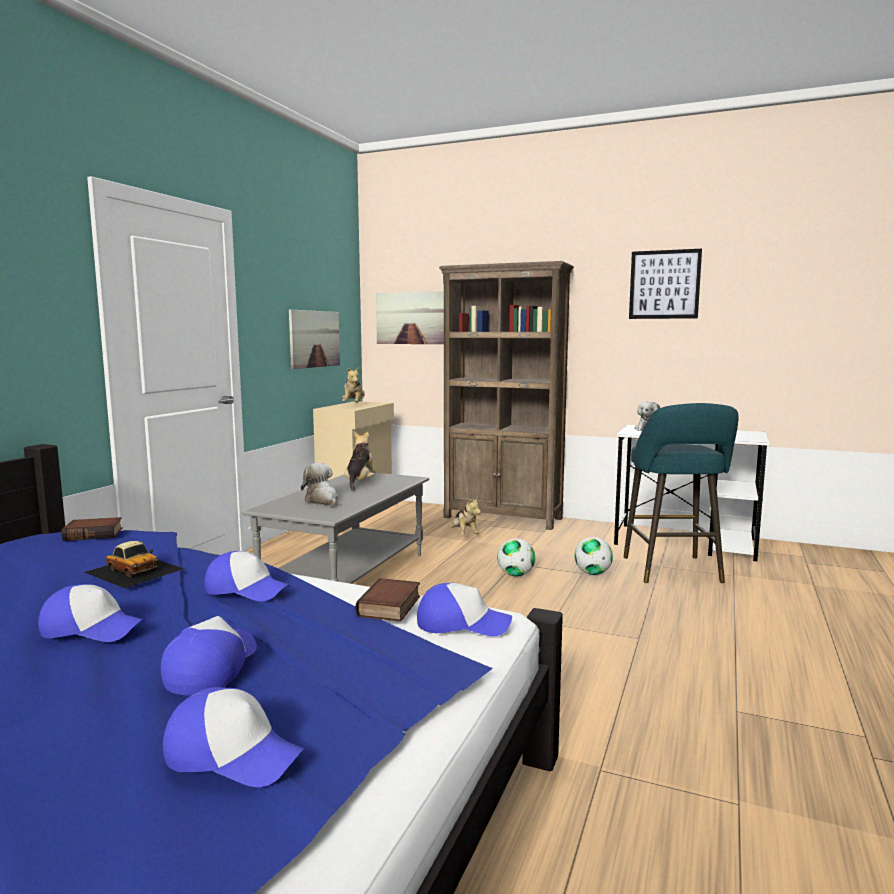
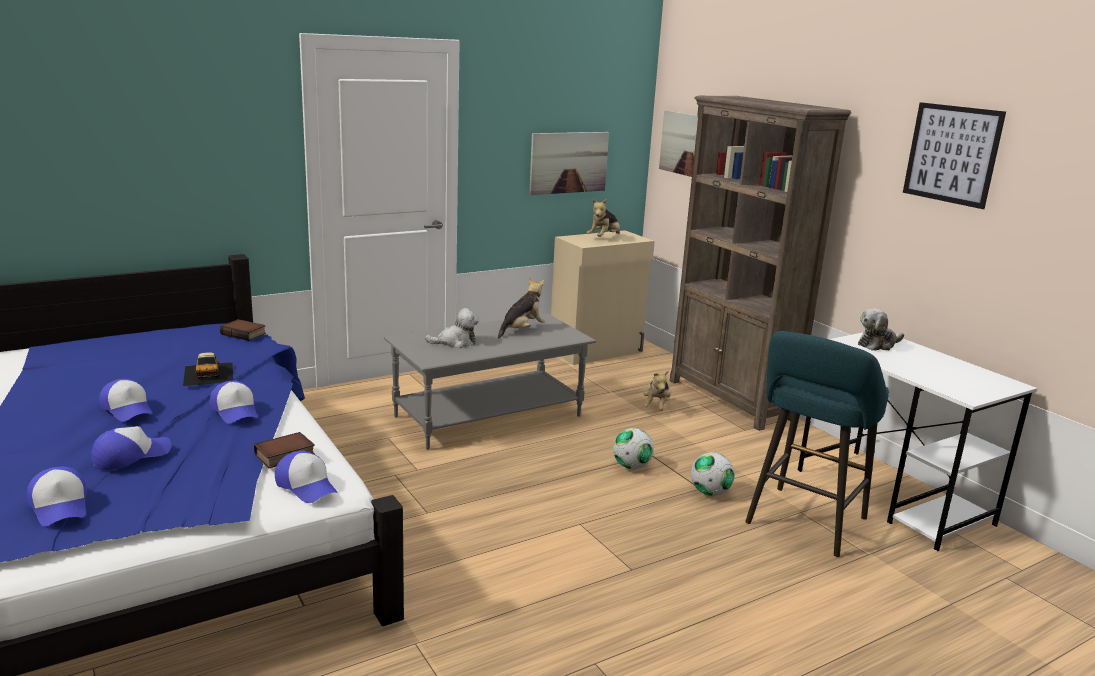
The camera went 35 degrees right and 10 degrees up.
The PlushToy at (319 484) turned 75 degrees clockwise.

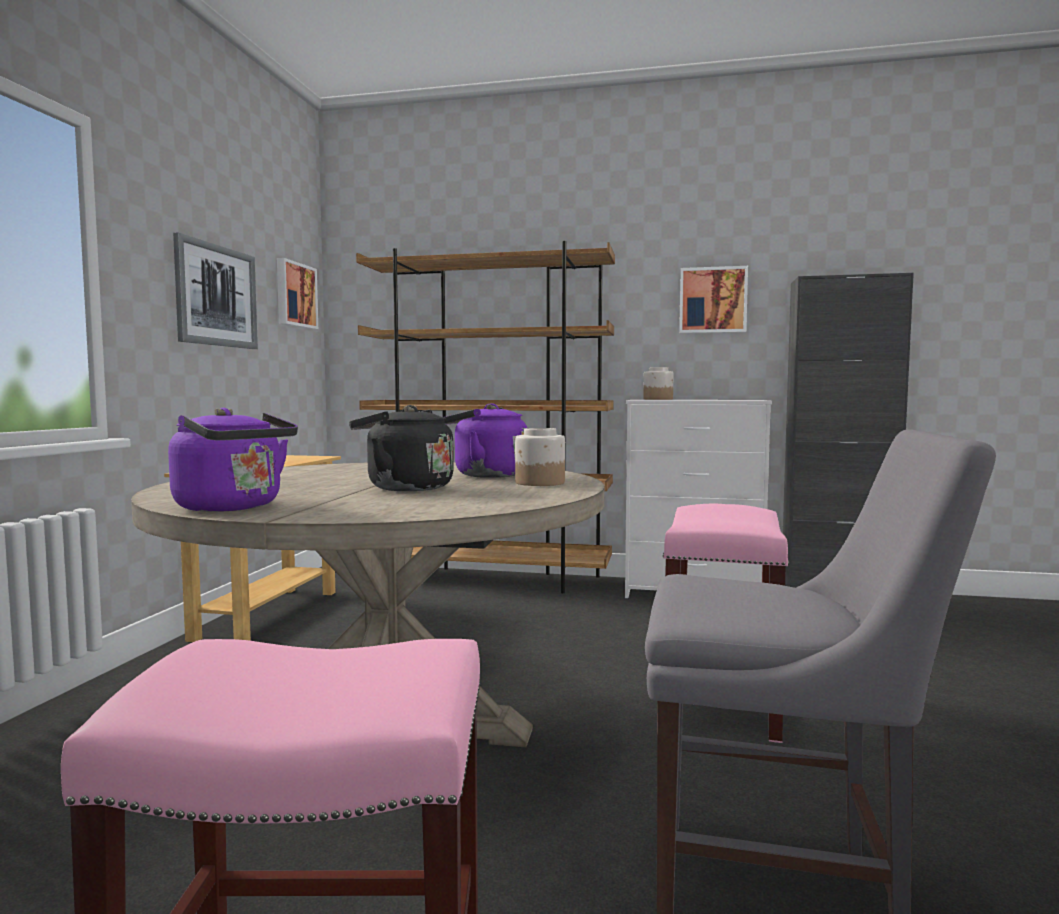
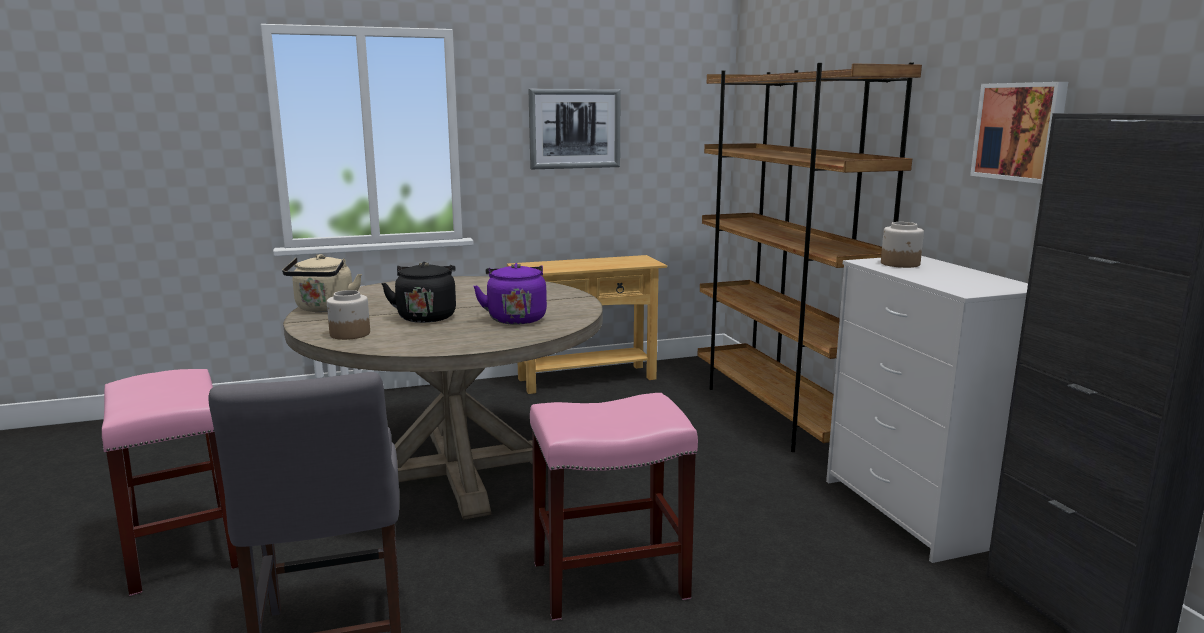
The camera went 60 degrees right and 10 degrees up.
The PurpleKettle at (233 460) became the BeigeKettle at (322 283).
The Jar moved from (540 457) to (348 315).
The Picture at (297 293) disappeared.

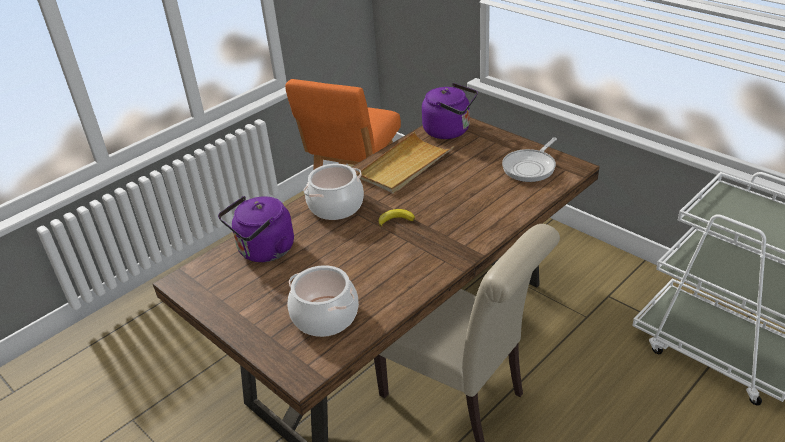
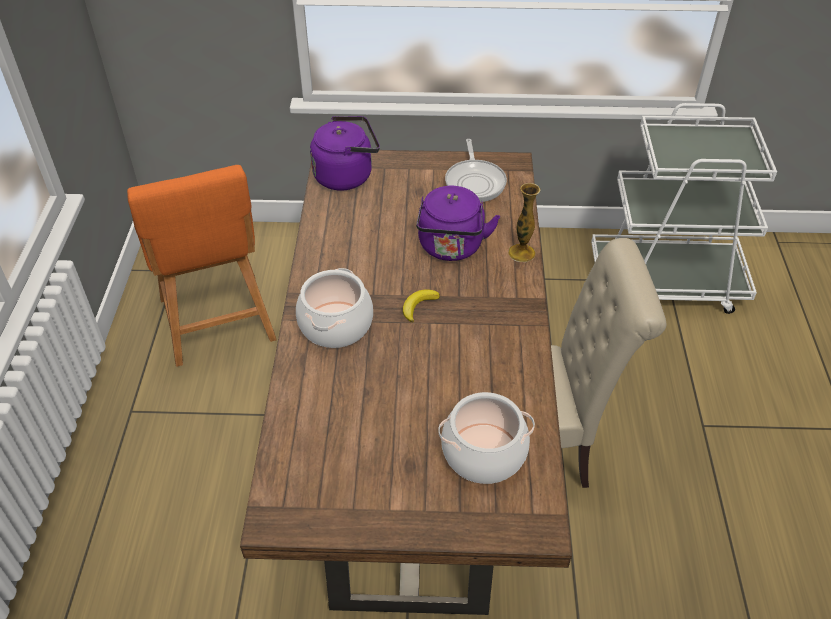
The camera went 45 degrees left and 10 degrees up.
The PurpleKettle moved from (256 229) to (458 223).
The Vase at (524 222) appeared.
The BeigeTray at (405 163) disappeared.

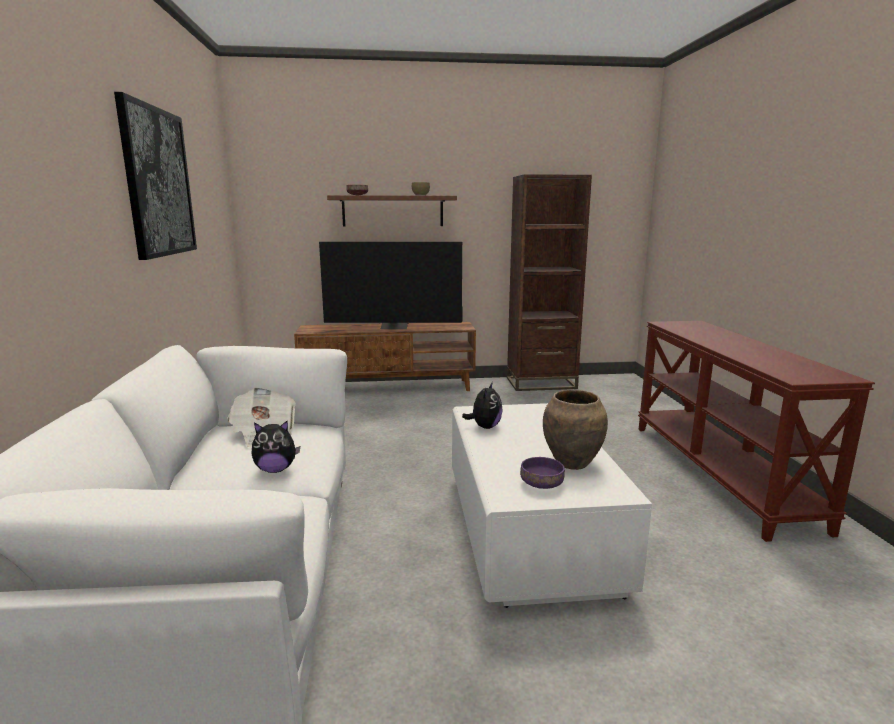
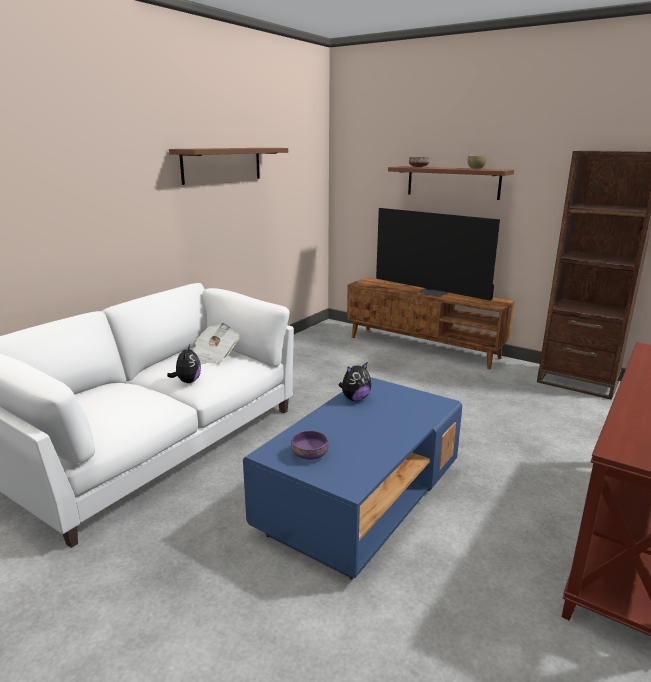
The camera went 40 degrees right and 5 degrees up.
The PlushToy at (275 447) turned 120 degrees counterclockwise.
The Picture at (155 176) was replaced by the BrownShelf at (228 166).
The WhiteCoffeeTable at (552 505) became the BlueCoffeeTable at (352 478).
The BrownVase at (575 430) disappeared.

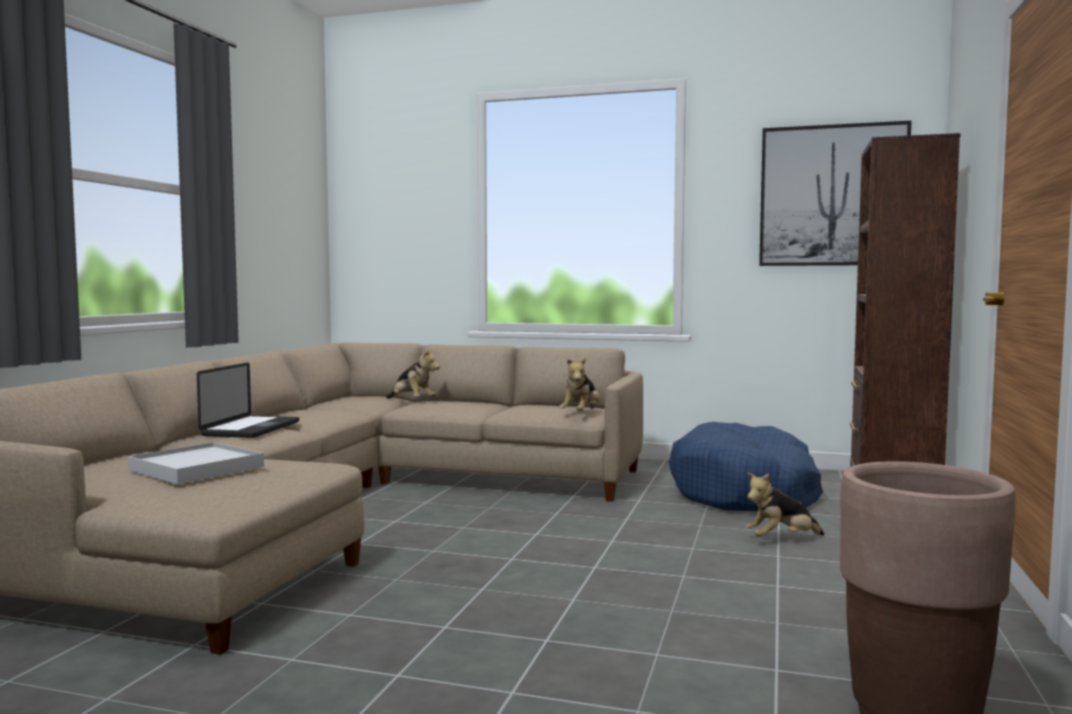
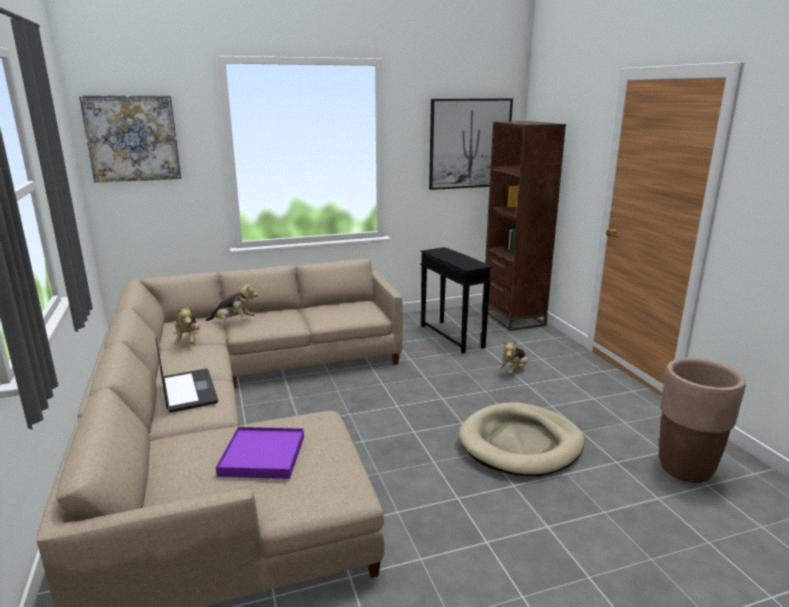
The camera went 35 degrees left and 15 degrees up.
The Picture at (130 139) appeared.
The PlushToy moved from (579 384) to (186 324).
The WhiteTray at (196 463) became the PurpleTray at (260 453).
The BlueDogBed at (746 466) was replaced by the BlackSideTable at (456 300).
The BeigeDogBed at (521 439) appeared.

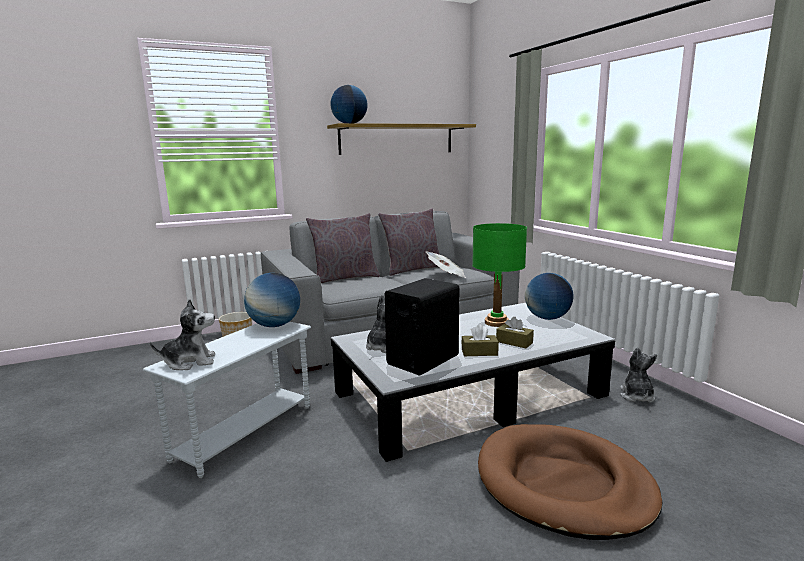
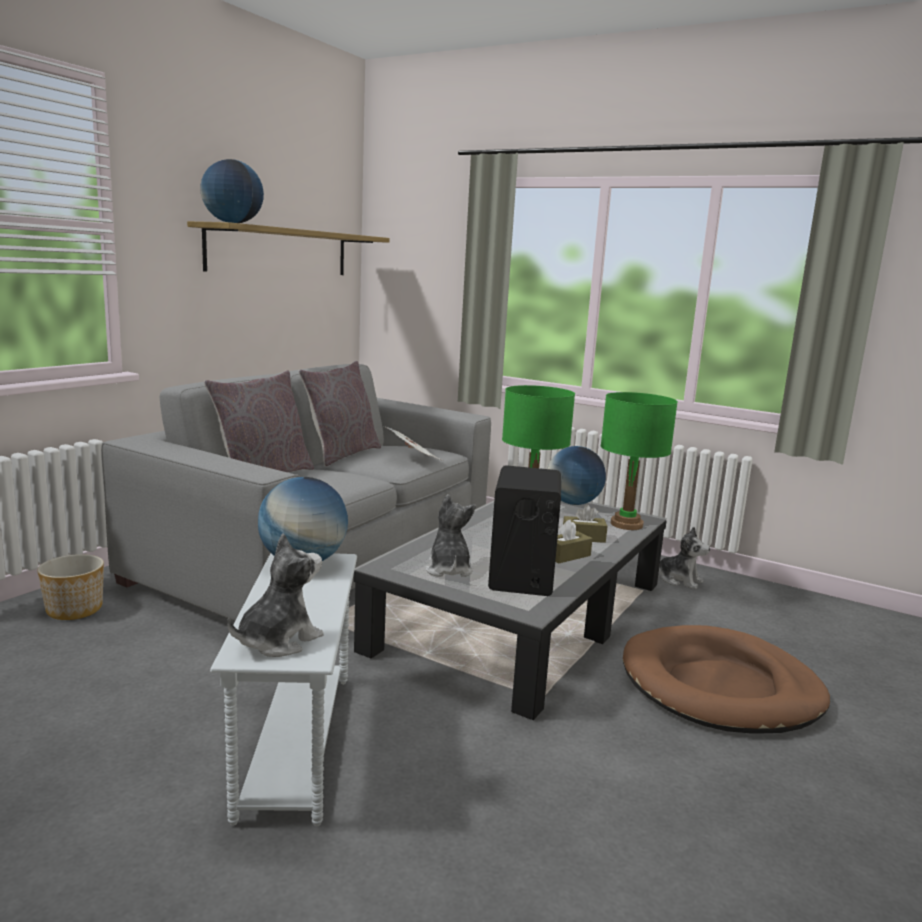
The camera went 35 degrees left and 0 degrees up.
The GreenTableLamp at (639 461) appeared.
The PlushToy at (638 375) turned 150 degrees clockwise.

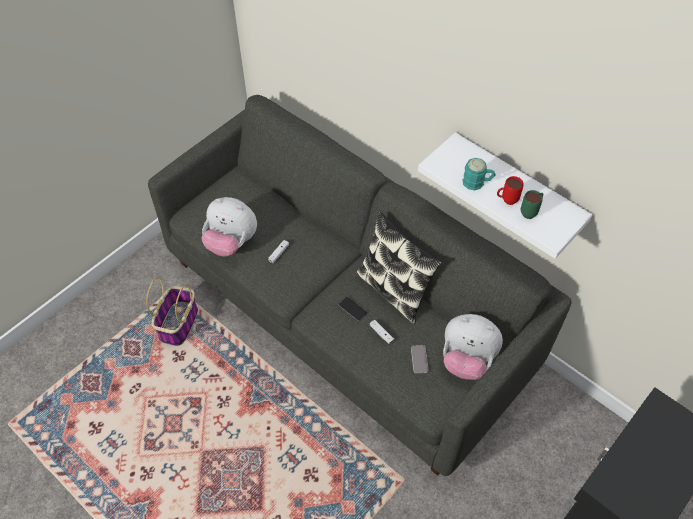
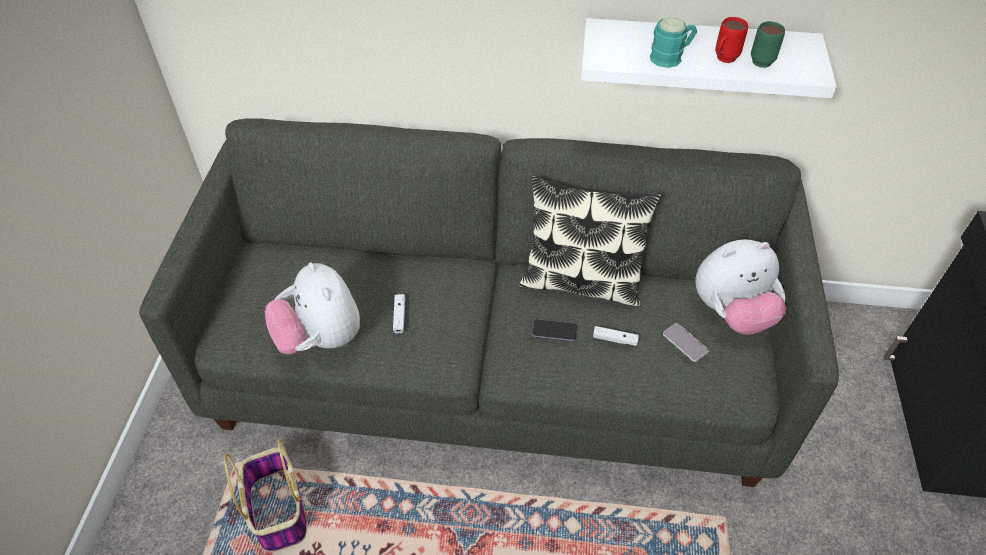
The camera went 35 degrees left and 5 degrees down.
The PlushToy at (229 226) turned 75 degrees clockwise.

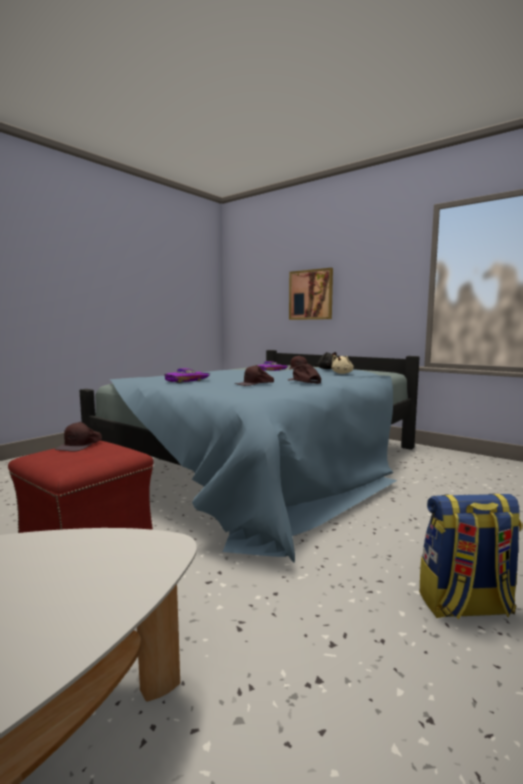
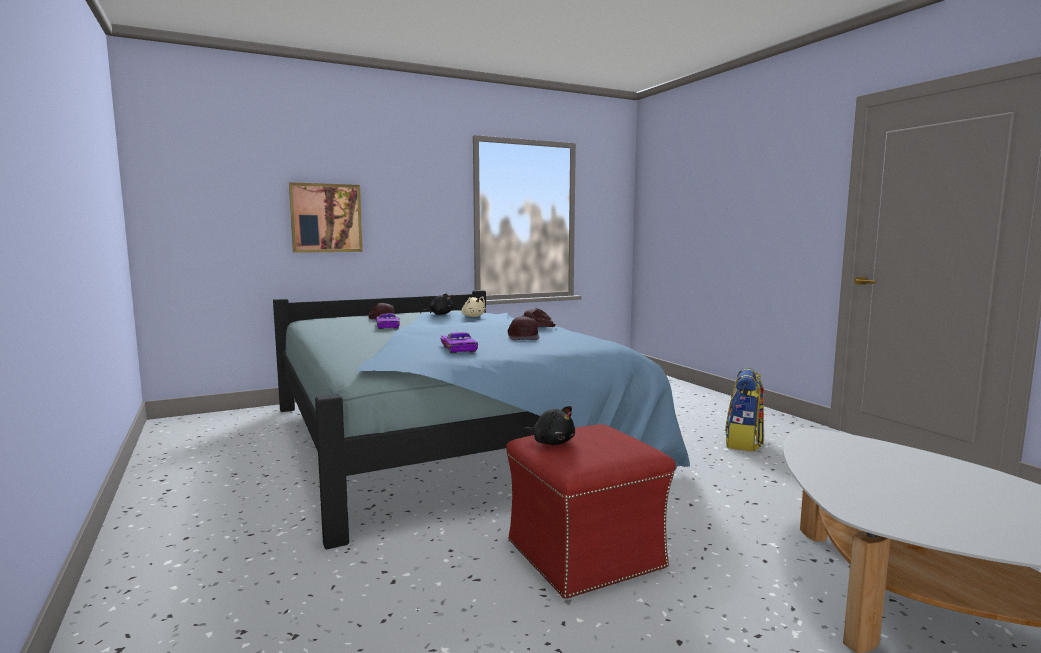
The camera went 65 degrees left and 0 degrees up.
The BrownCap at (78 436) was replaced by the BlackPlushToy at (548 425).

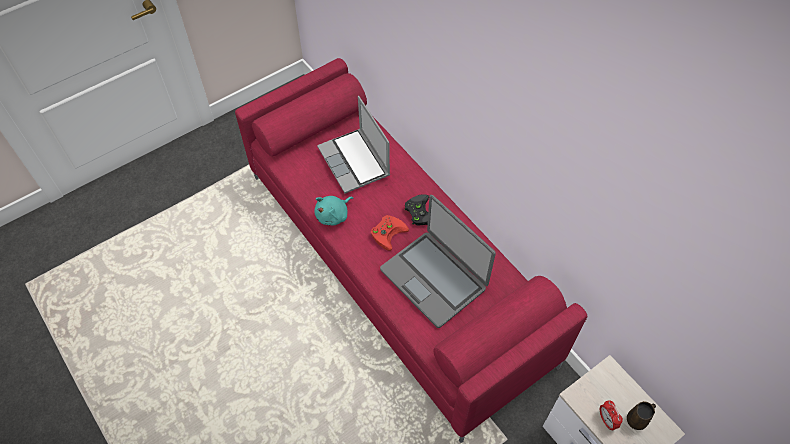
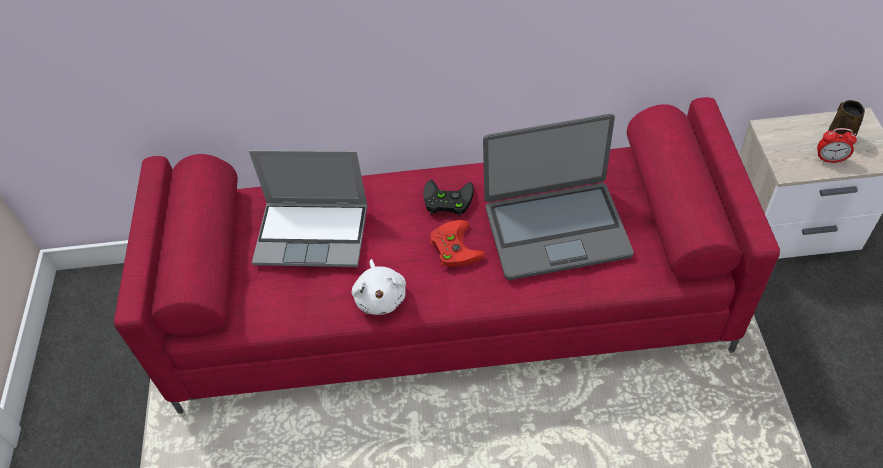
The camera went 55 degrees left and 5 degrees down.
The TurquoisePlushToy at (333 211) became the WhitePlushToy at (379 287).

